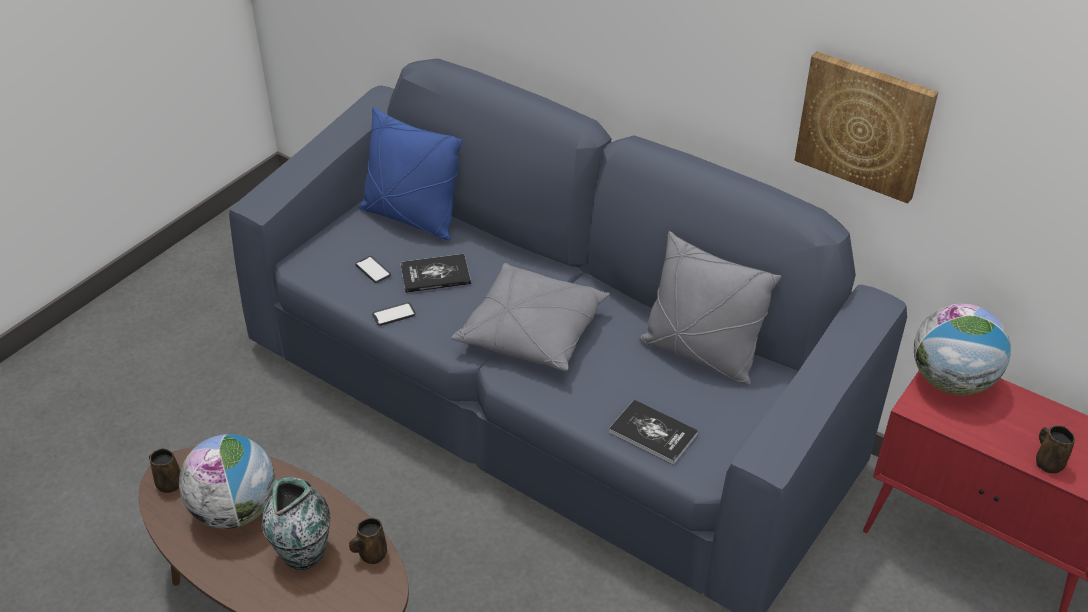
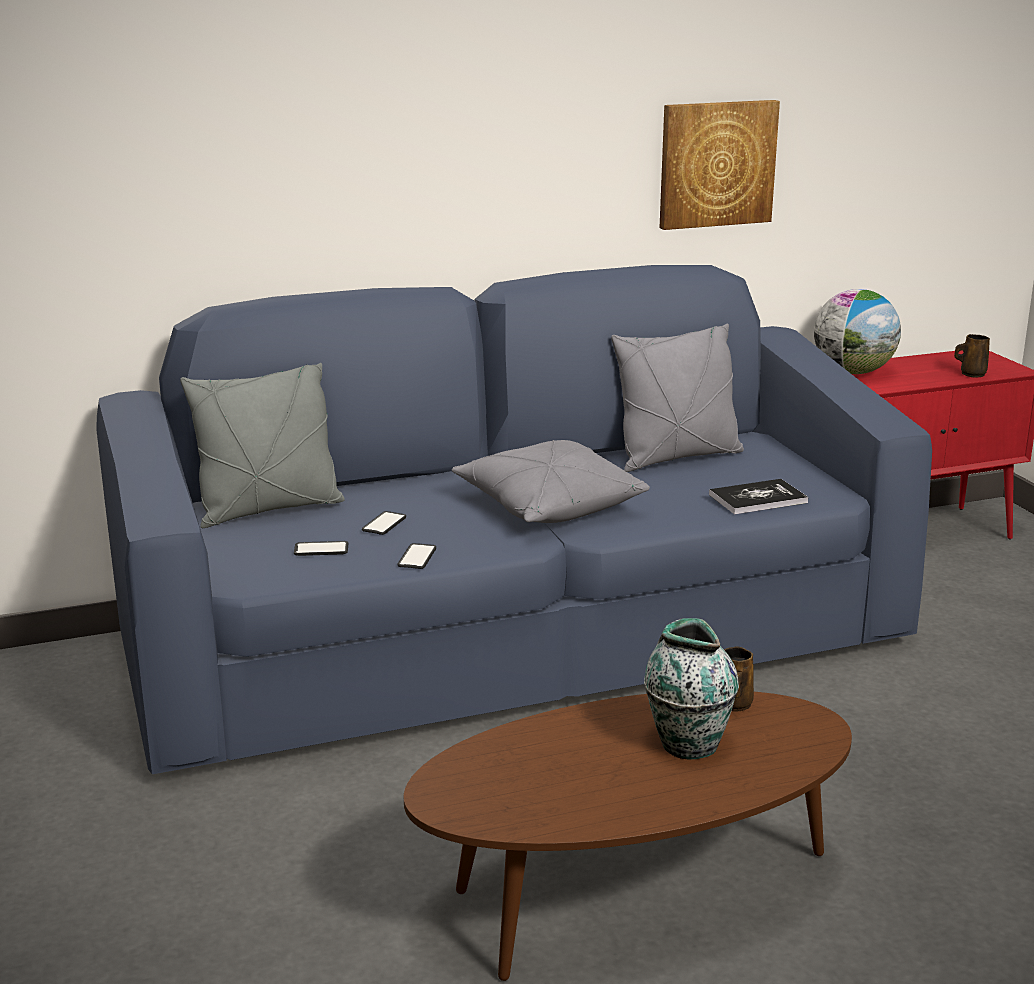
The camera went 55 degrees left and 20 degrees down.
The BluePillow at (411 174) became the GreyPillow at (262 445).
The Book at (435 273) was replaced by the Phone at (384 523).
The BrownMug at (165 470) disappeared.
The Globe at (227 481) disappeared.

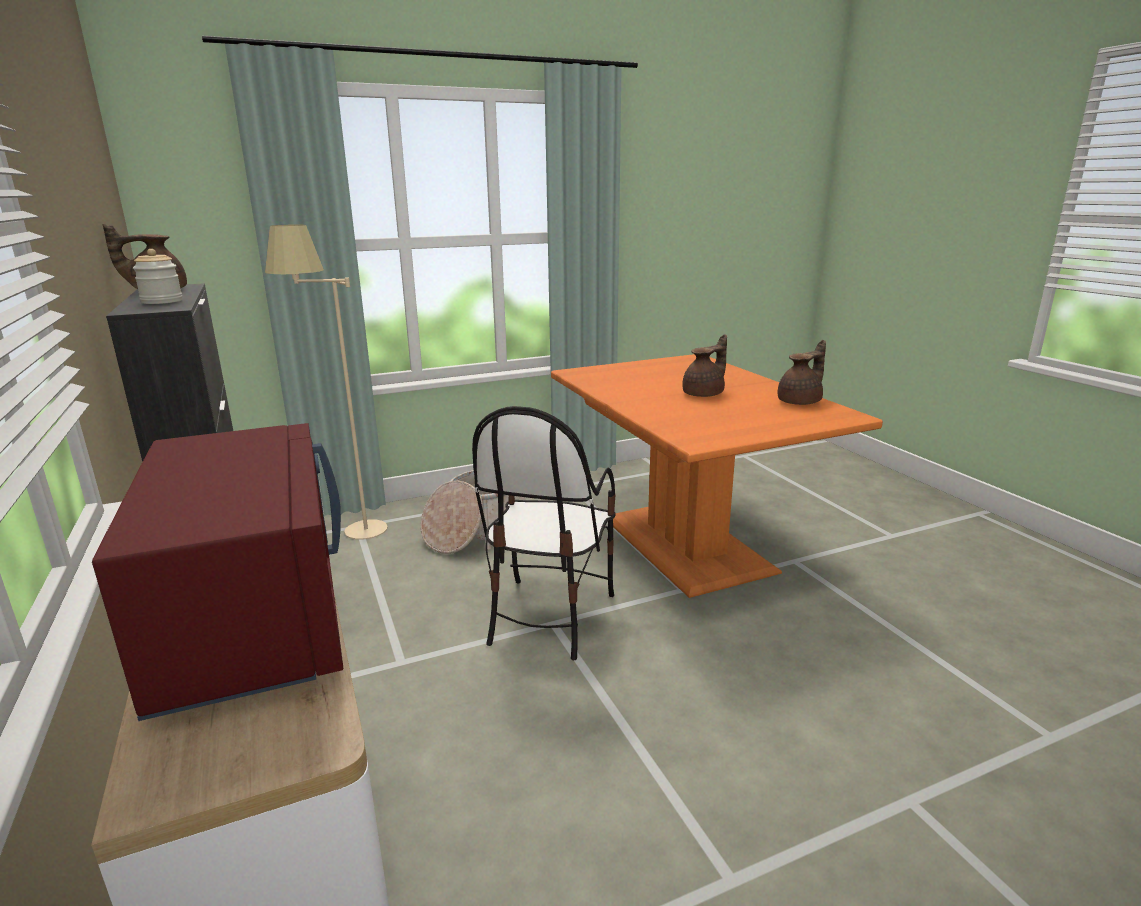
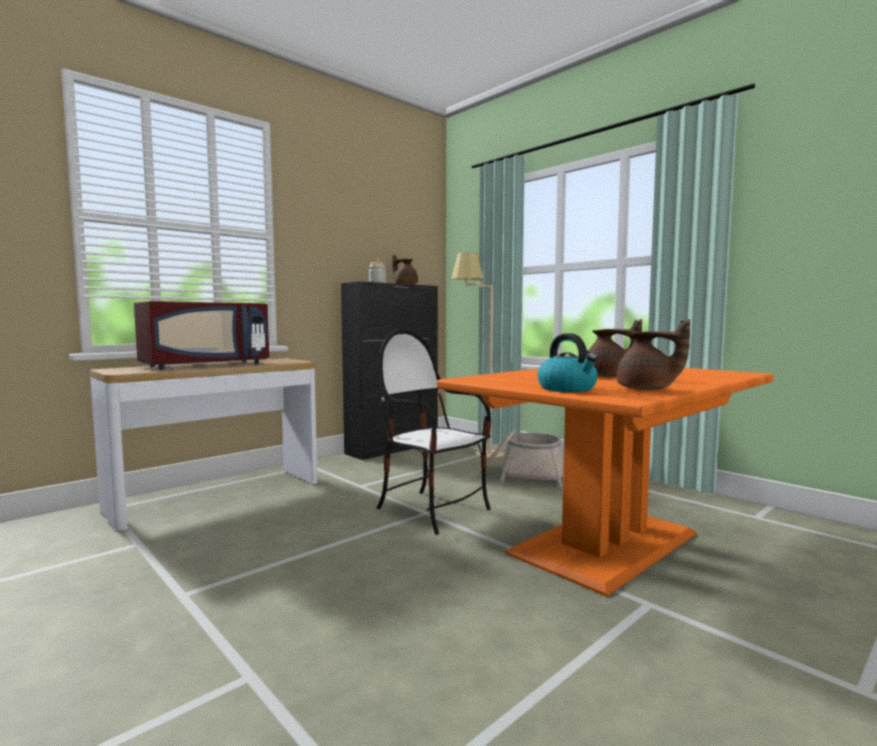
The camera went 70 degrees right and 15 degrees down.
The Chair at (544 533) turned 45 degrees clockwise.
The Kettle at (567 362) appeared.

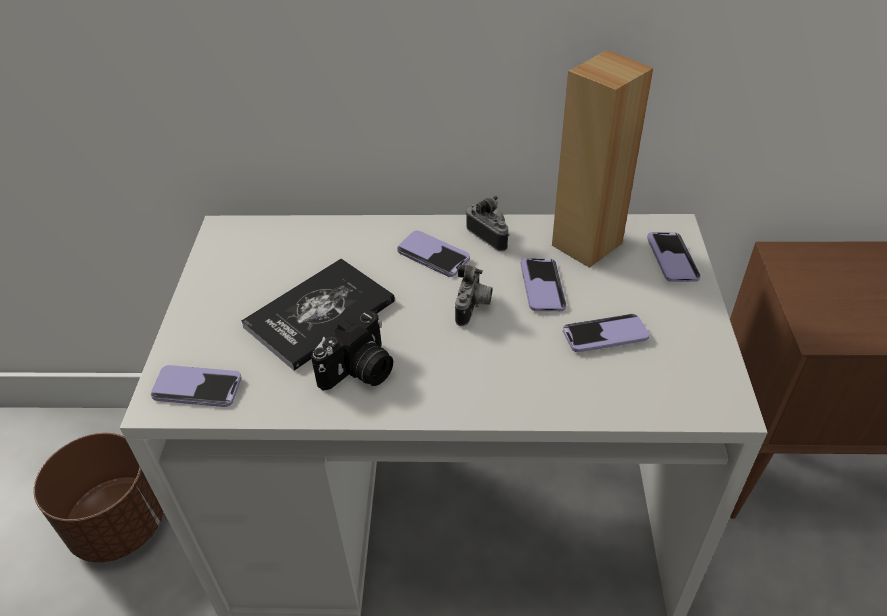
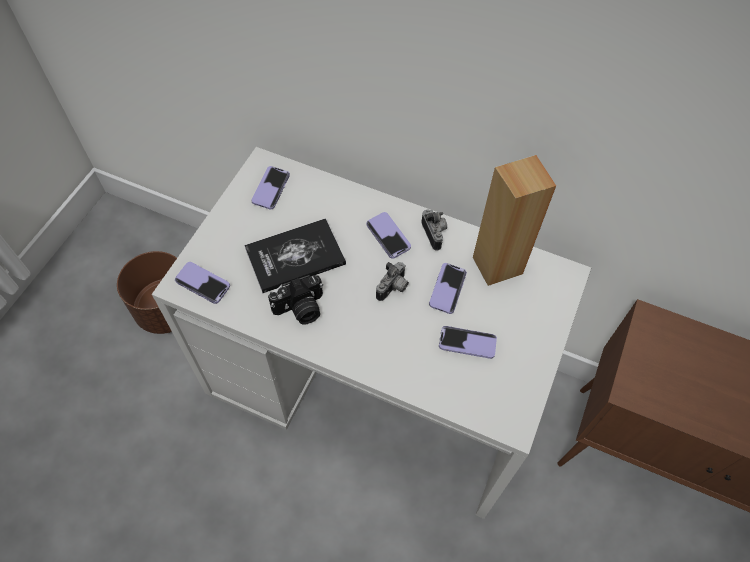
The camera went 20 degrees right and 15 degrees up.
The Phone moved from (674 257) to (271 187).

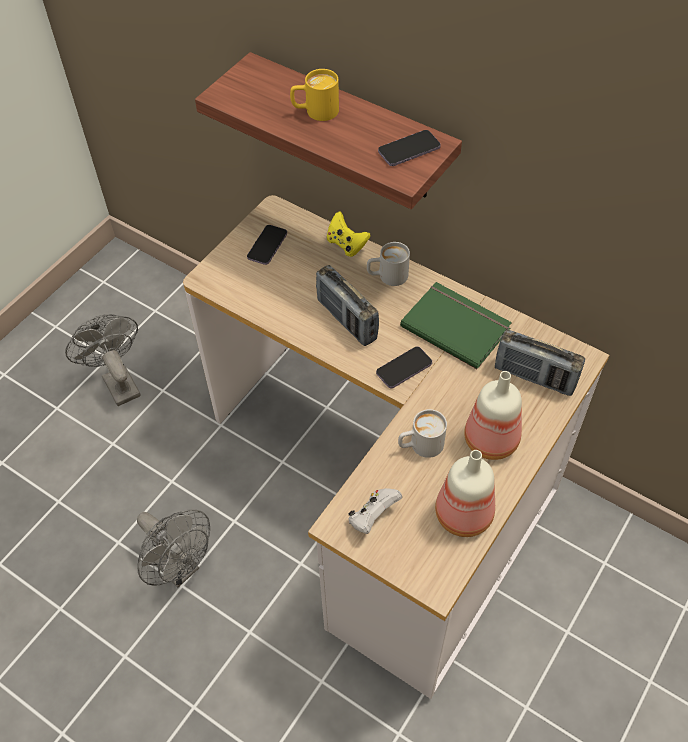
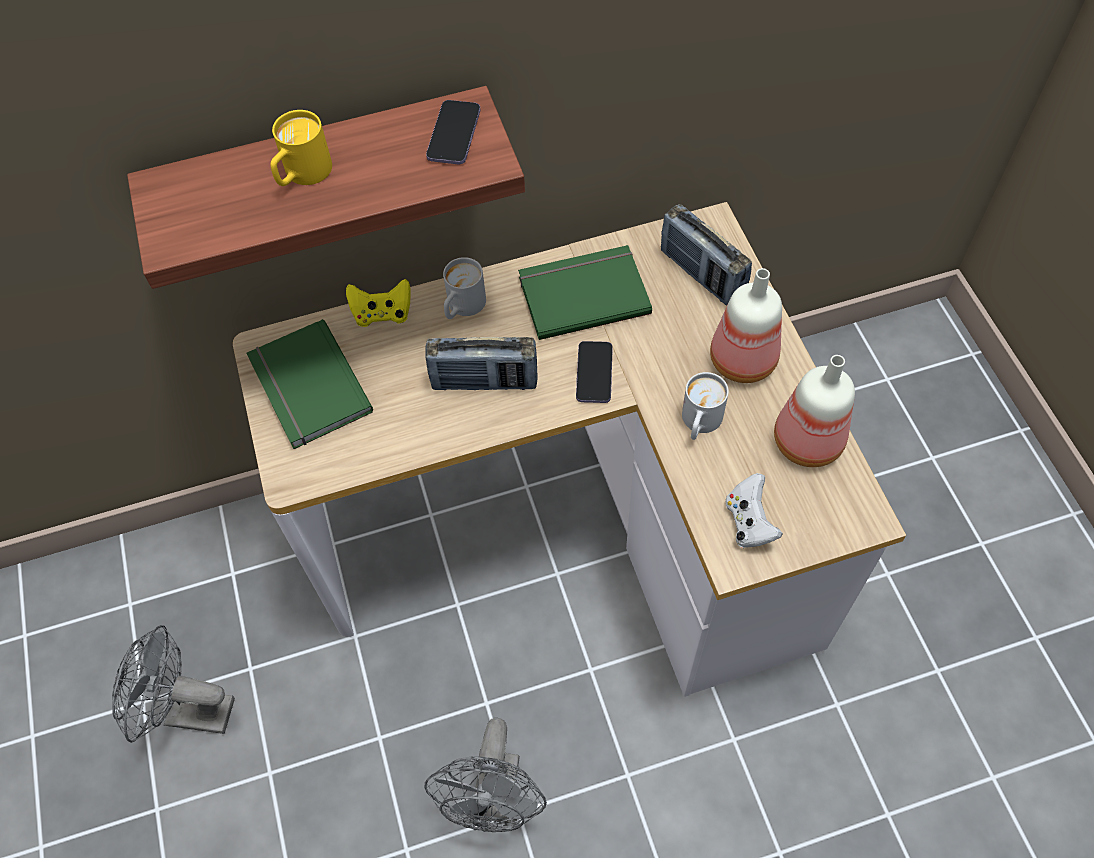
The camera went 50 degrees left and 5 degrees up.
The Phone at (267 245) was replaced by the GreenBook at (310 384).
The GreyFan at (173 548) turned 105 degrees clockwise.
The Radio at (540 362) turned 75 degrees clockwise.

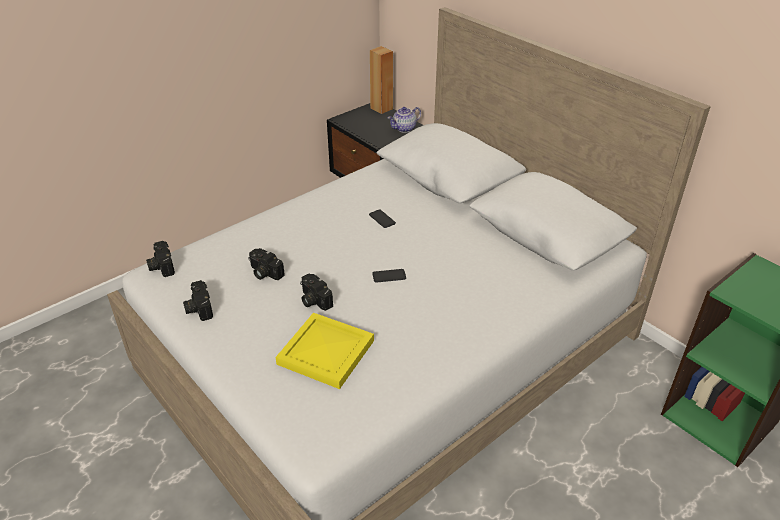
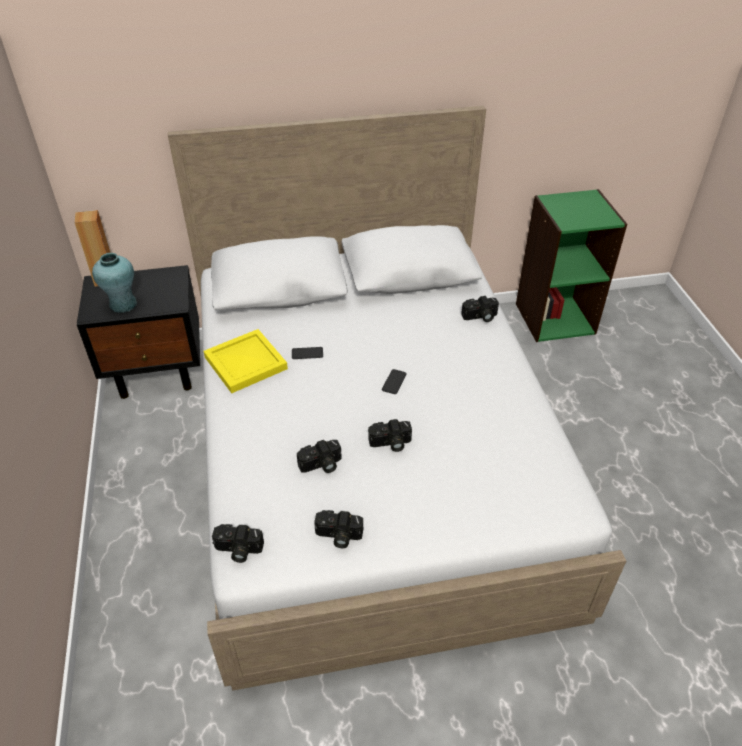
The camera went 60 degrees left and 5 degrees up.
The TurquoiseVase at (114 283) appeared.
The YellowTray moved from (325 351) to (246 361).
The PhotoCamera at (480 309) appeared.
The Teapot at (404 120) disappeared.

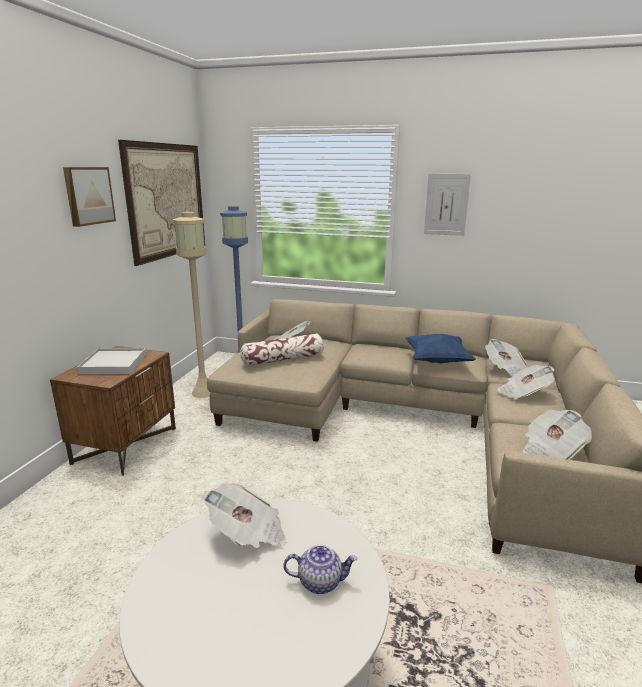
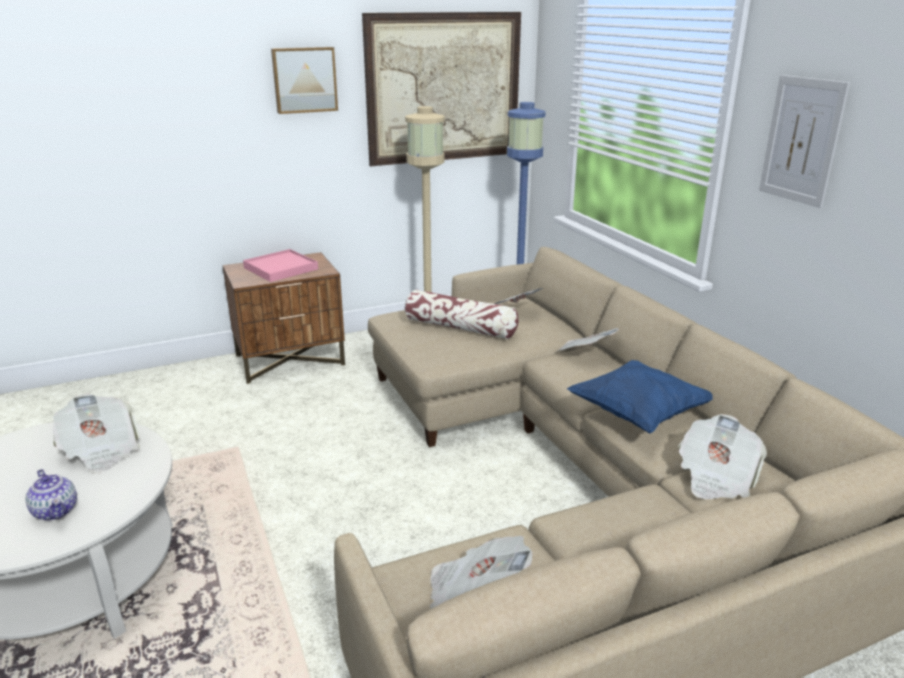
The camera went 50 degrees right and 5 degrees up.
The WhiteTray at (111 361) became the PinkTray at (280 265).
The Newspaper moved from (526 382) to (588 339).

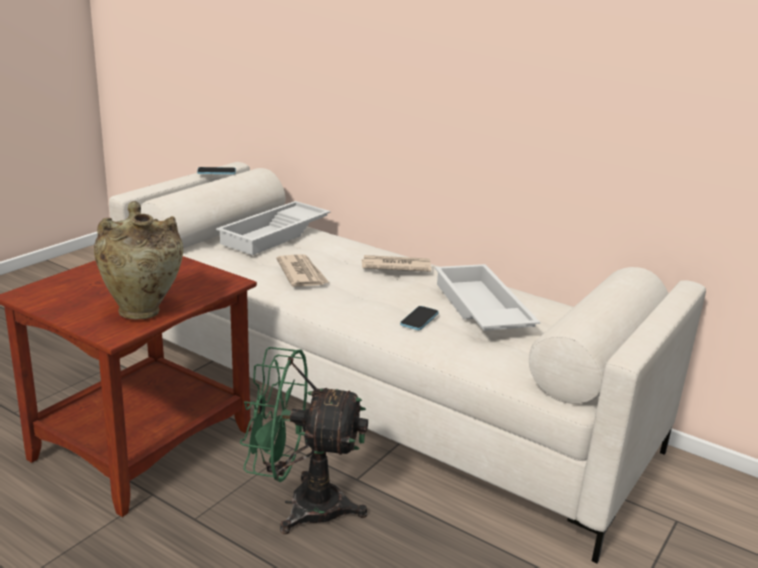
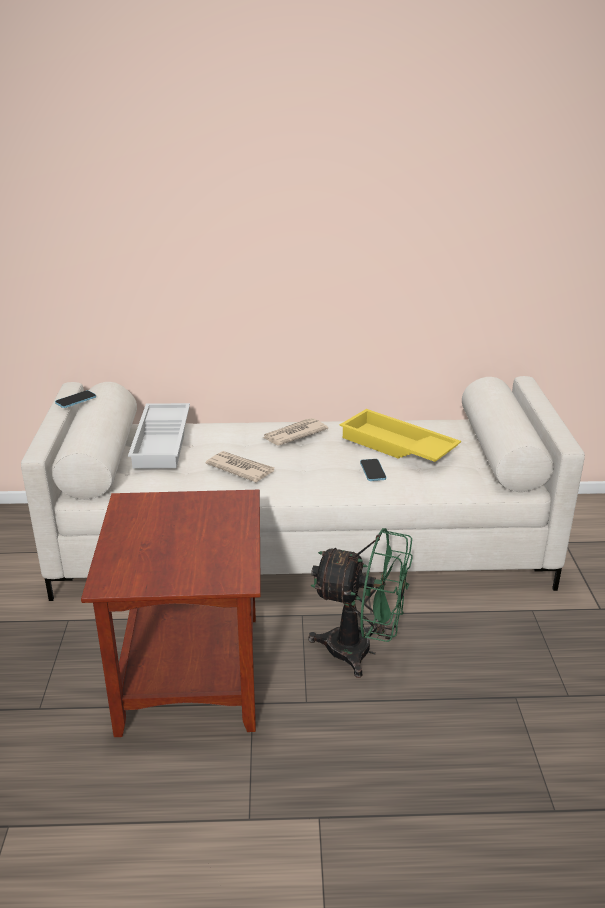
The camera went 35 degrees left and 5 degrees up.
The GreenFan at (304 440) turned 135 degrees counterclockwise.
The WhiteTray at (487 297) became the YellowTray at (400 435).
The BeigeVase at (138 260) disappeared.

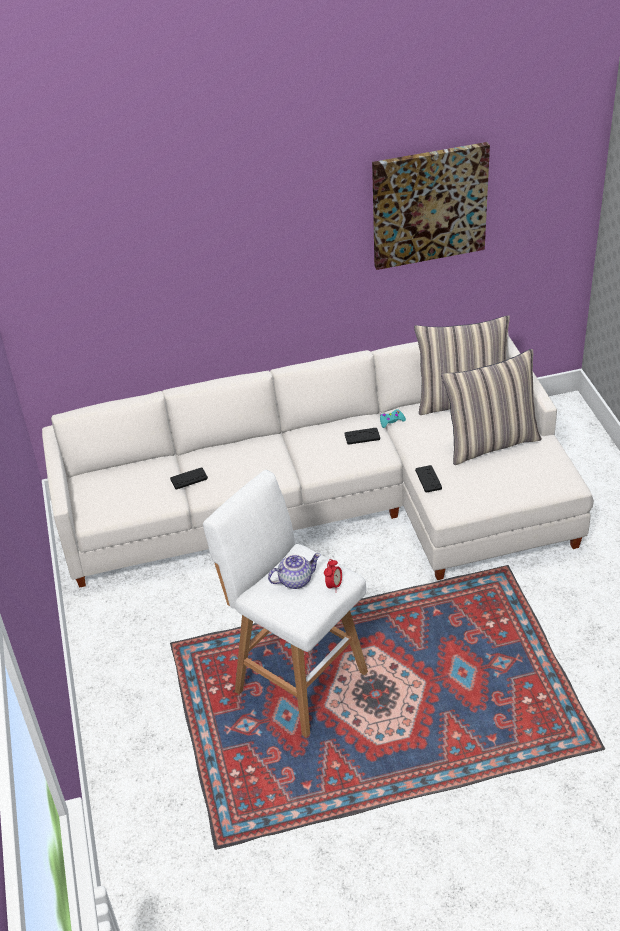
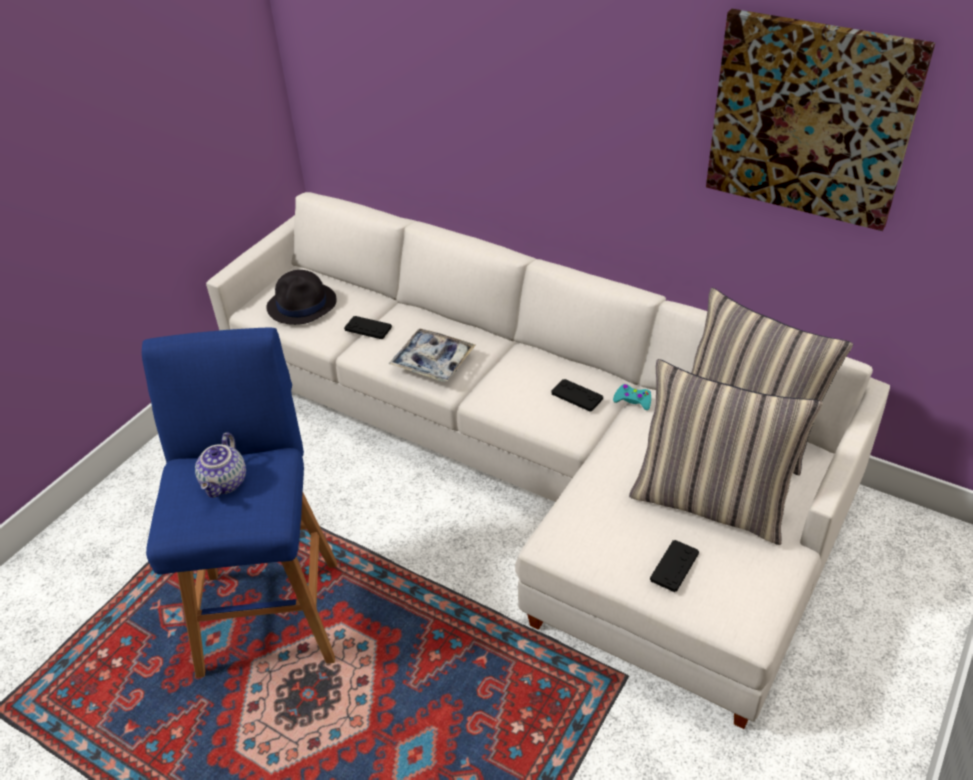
The camera went 45 degrees right and 0 degrees up.
The WhiteStool at (285 604) became the BlueStool at (239 503).
The Teapot at (294 571) turned 75 degrees clockwise.
The BlackHat at (301 297) appeared.
The Tray at (432 355) appeared.
The BlackGameController moved from (428 479) to (674 566).
The AlarmClock at (333 574) disappeared.

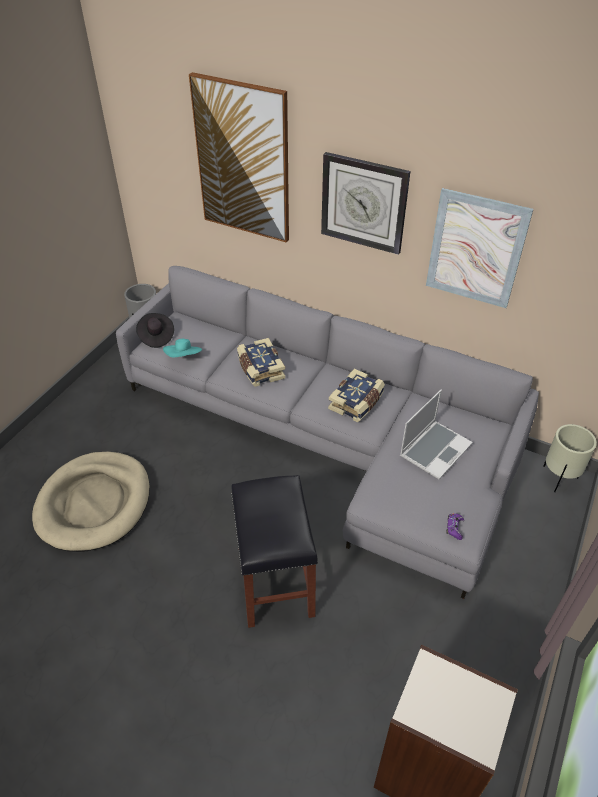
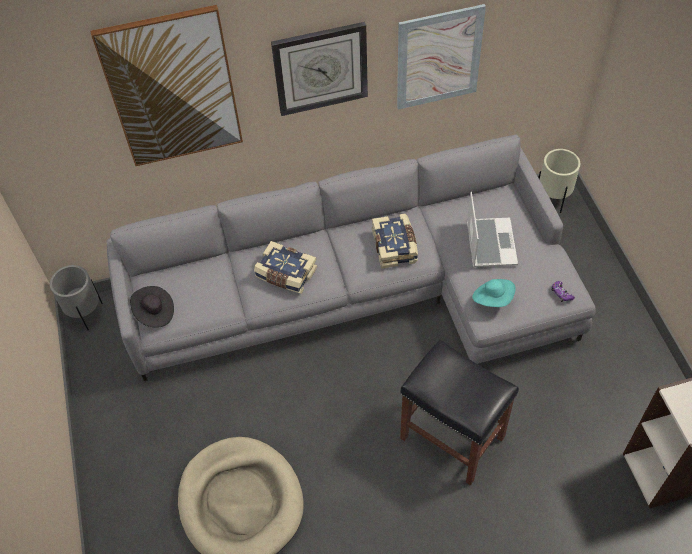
The camera went 40 degrees left and 10 degrees up.
The TurquoiseHat moved from (182 348) to (494 293).

